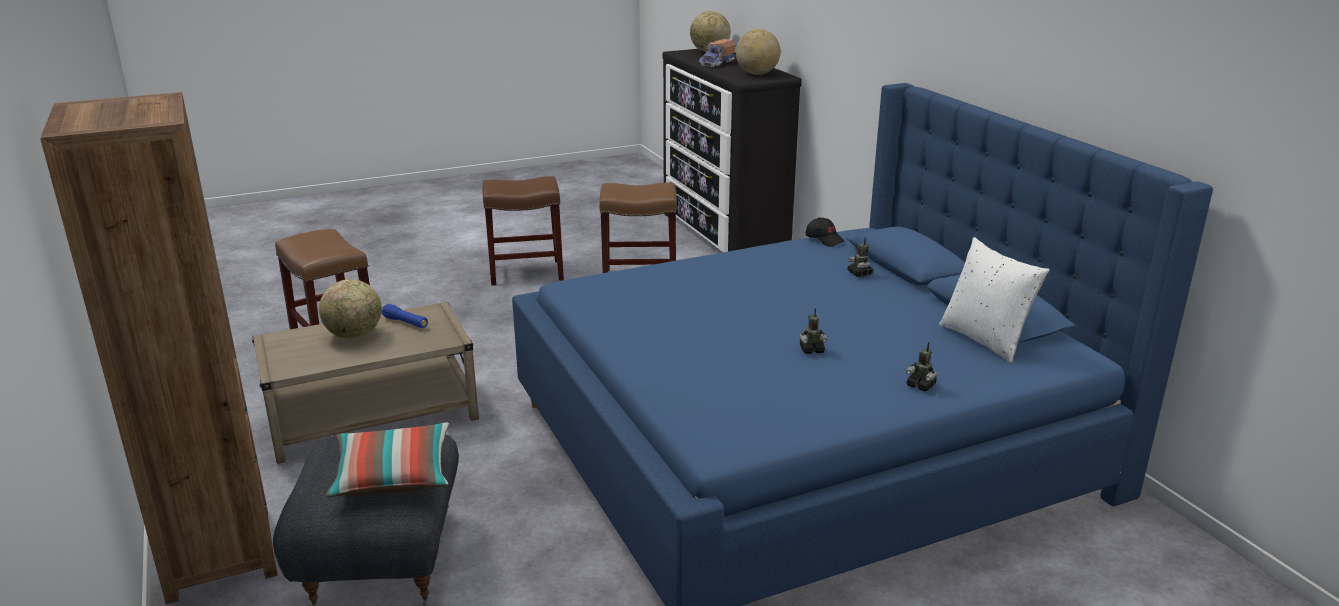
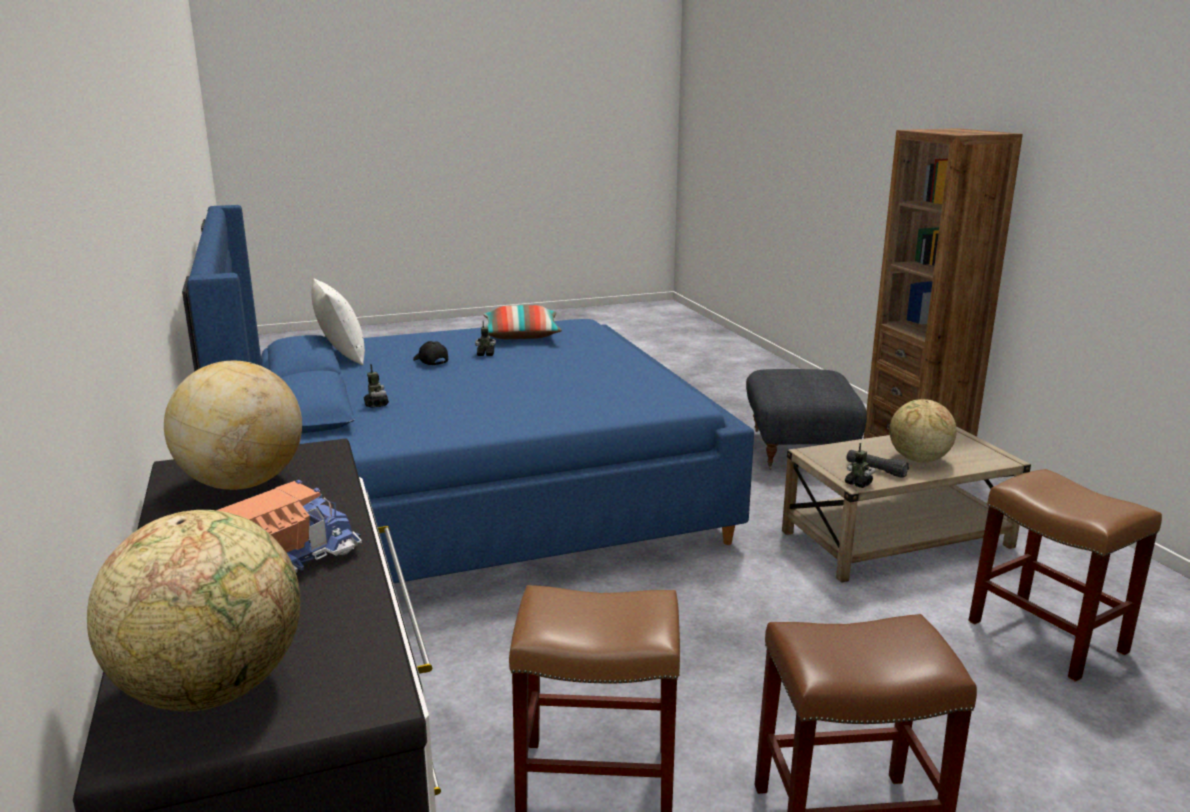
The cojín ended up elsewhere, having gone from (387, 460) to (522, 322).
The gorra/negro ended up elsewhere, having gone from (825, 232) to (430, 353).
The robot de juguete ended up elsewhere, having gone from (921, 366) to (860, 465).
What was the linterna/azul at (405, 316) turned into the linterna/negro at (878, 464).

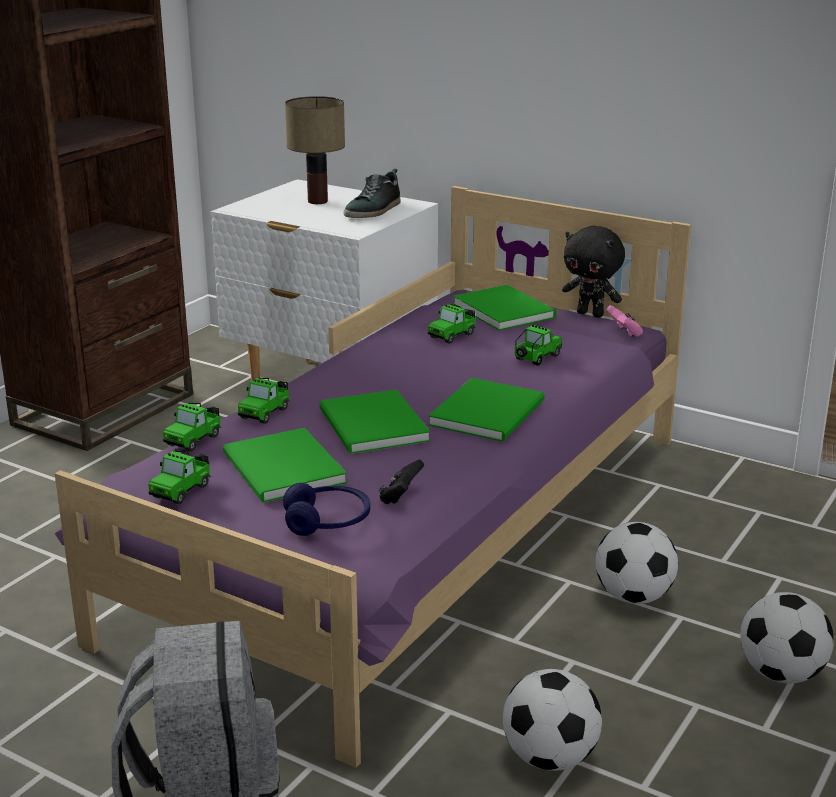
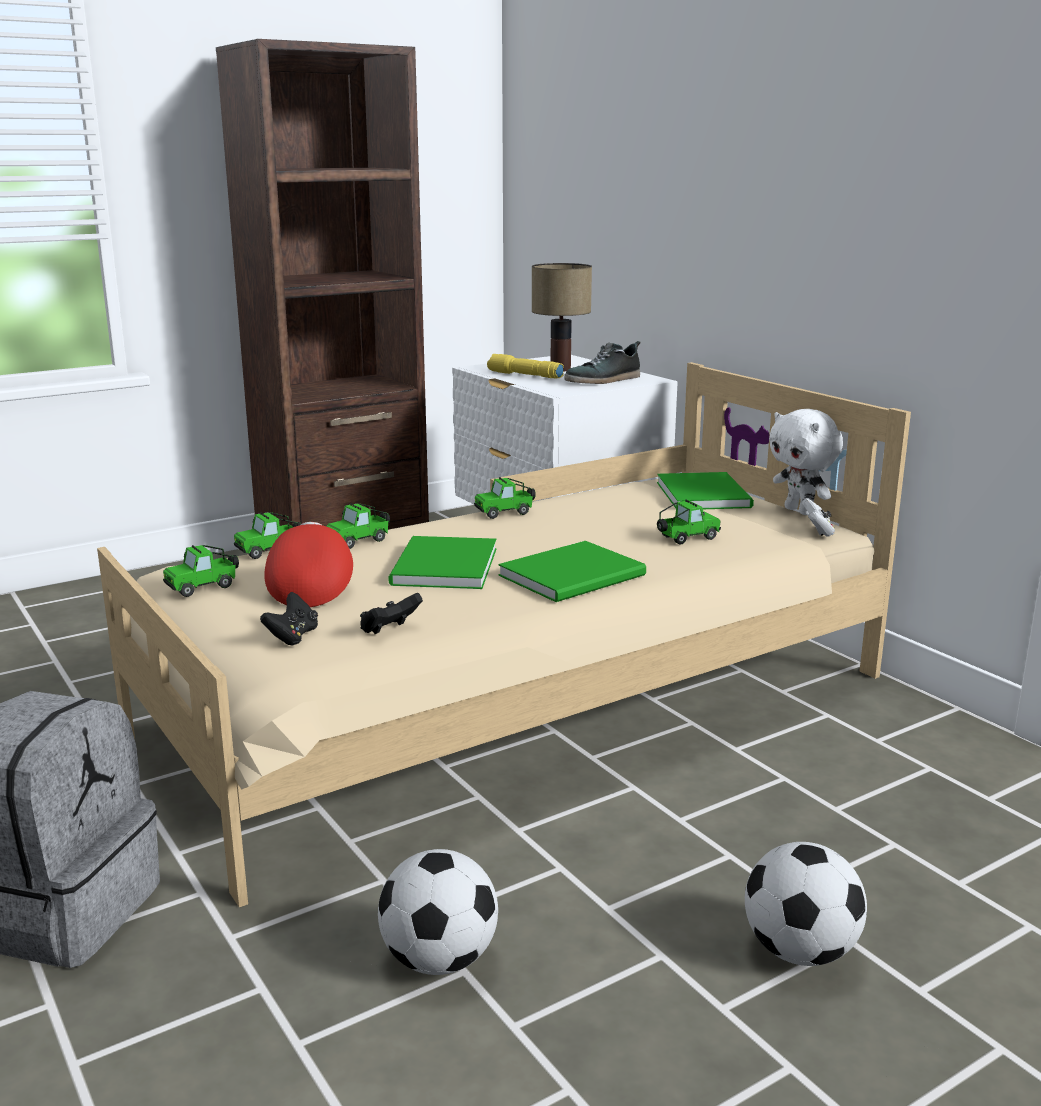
The second view lost the balón de fútbol at (636, 563).
The second view gained the linterna/amarillo at (525, 366).
The coche de juguete ended up elsewhere, having gone from (452, 324) to (505, 498).
Where the libro/verde stood at (285, 465), the gorra/rojo came to stand at (308, 564).
Where the auriculares/azul stood at (326, 509), the mando de consola/negro came to stand at (289, 619).
What was the cama/morado at (372, 477) turned into the cama/beis at (504, 634).
What was the peluche/negro at (593, 272) turned into the peluche/blanco at (806, 462).
What was the mando de consola/rosa at (625, 321) turned into the mando de consola/blanco at (818, 517).

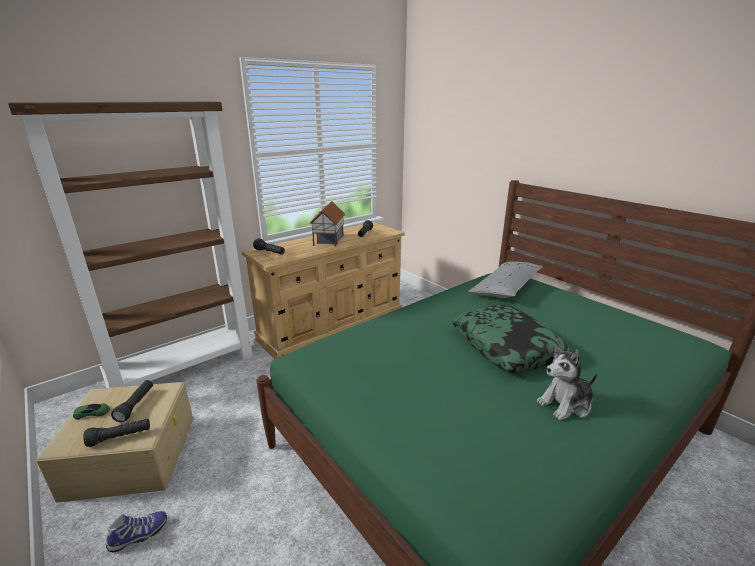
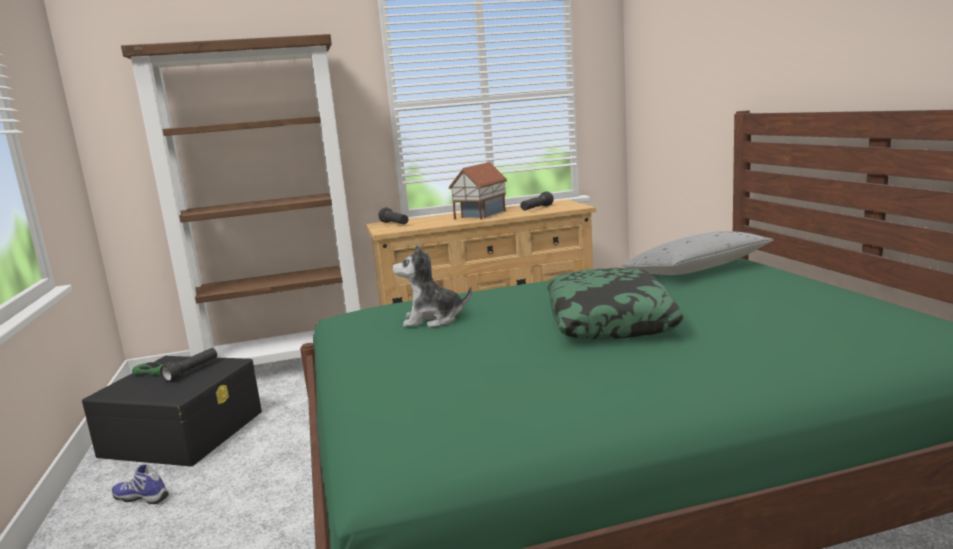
The second view lost the linterna/negro at (116, 433).
The peluche ended up elsewhere, having gone from (567, 382) to (432, 286).
What was the caja de almacenaje/beis at (114, 442) turned into the caja de almacenaje/negro at (172, 411).
The zapato at (136, 531) ended up facing another way, 150 degrees counterclockwise from before.

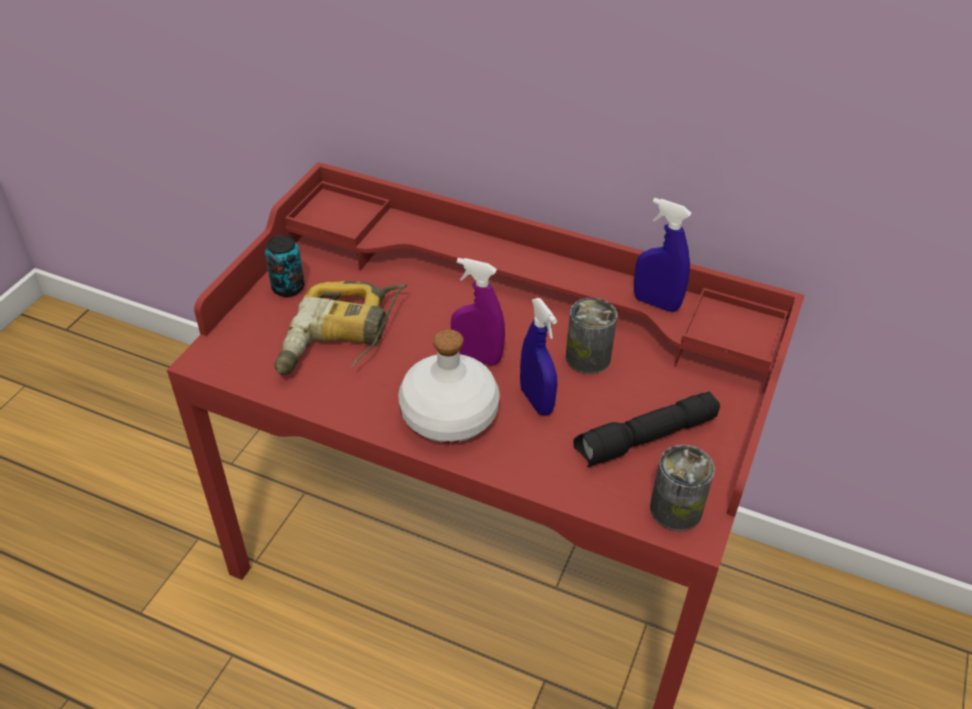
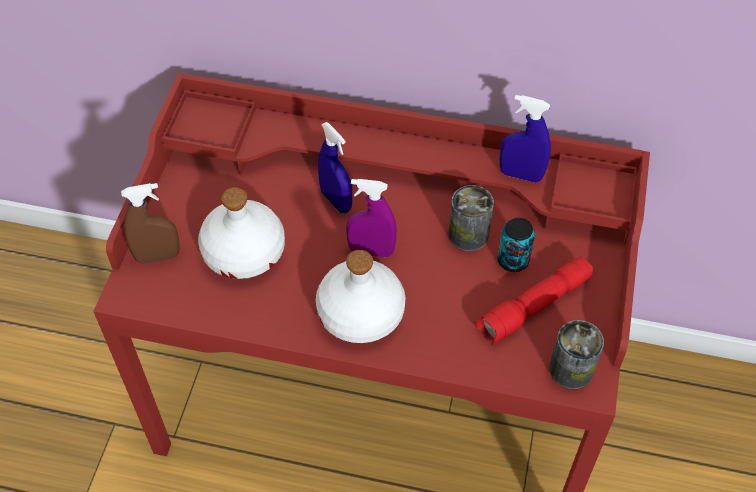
The second view gained the pulverizador/marrón at (150, 223).
The lata ended up elsewhere, having gone from (285, 266) to (516, 245).
The pulverizador/azul ended up elsewhere, having gone from (539, 357) to (335, 167).
Where the taladro stood at (340, 328), the botella/blanco came to stand at (241, 233).
What was the linterna/negro at (646, 429) turned into the linterna/rojo at (534, 300).

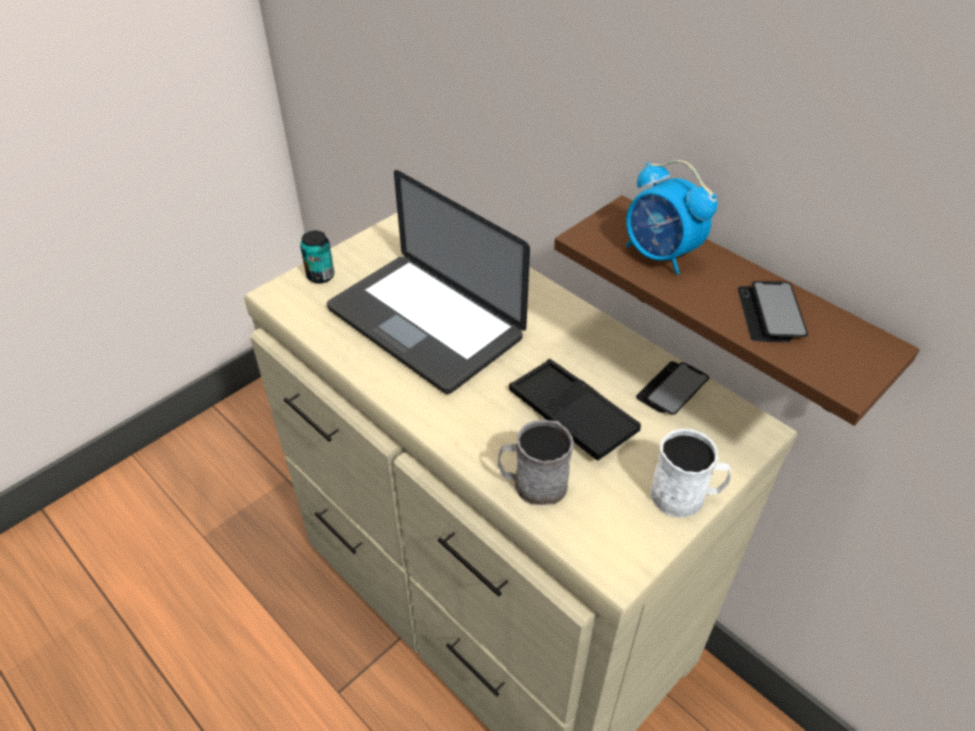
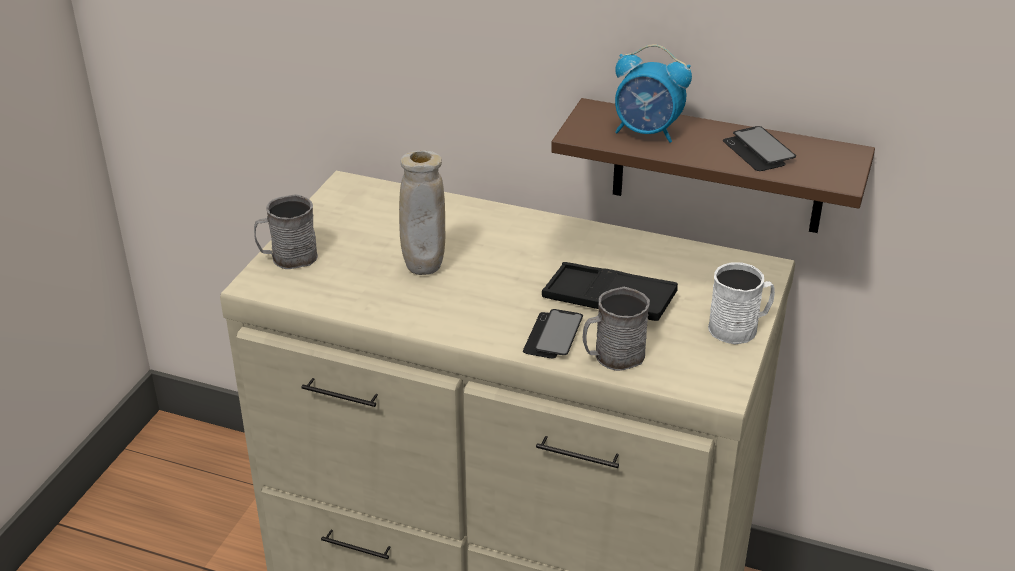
The móvil ended up elsewhere, having gone from (672, 387) to (553, 333).
Where the lata stood at (317, 257), the taza grande/gris came to stand at (286, 231).
Where the portátil stood at (428, 282), the florero/beis came to stand at (422, 213).

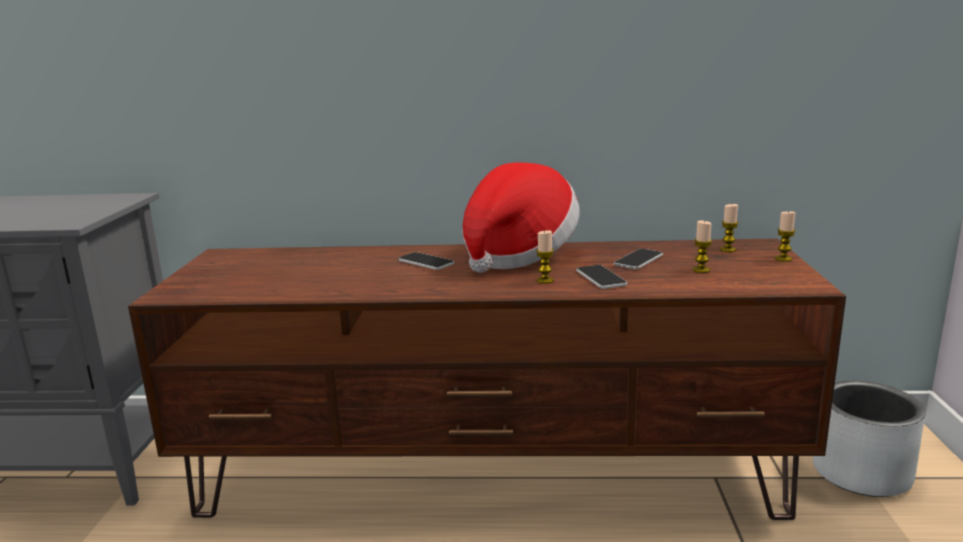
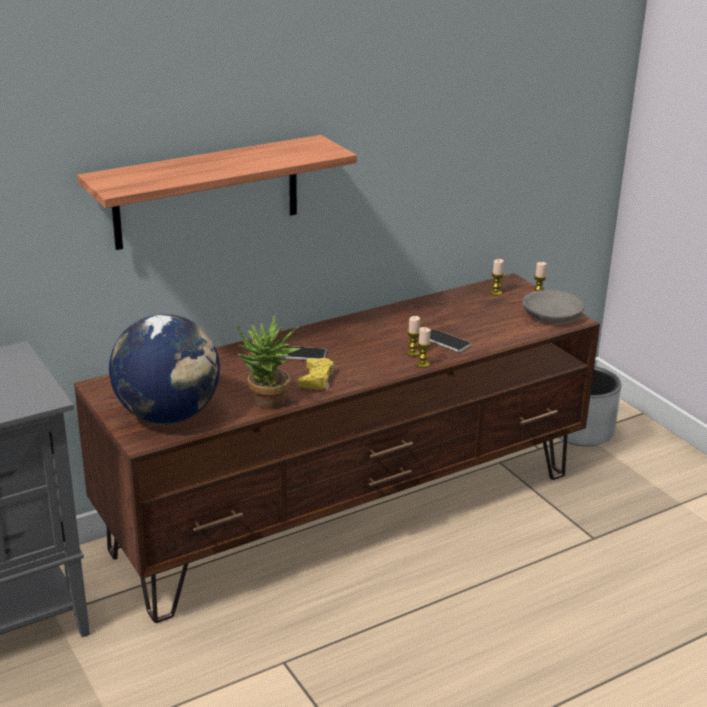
The second view lost the sombrero at (520, 217).
The second view lost the móvil at (638, 259).
The second view gained the estante at (217, 192).
The second view gained the globo terráqueo at (164, 369).
The second view gained the planta en maceta at (269, 362).
The second view gained the mando de consola/amarillo at (316, 374).
The second view gained the cuenco/gris at (553, 306).
The vela ended up elsewhere, having gone from (702, 246) to (423, 347).

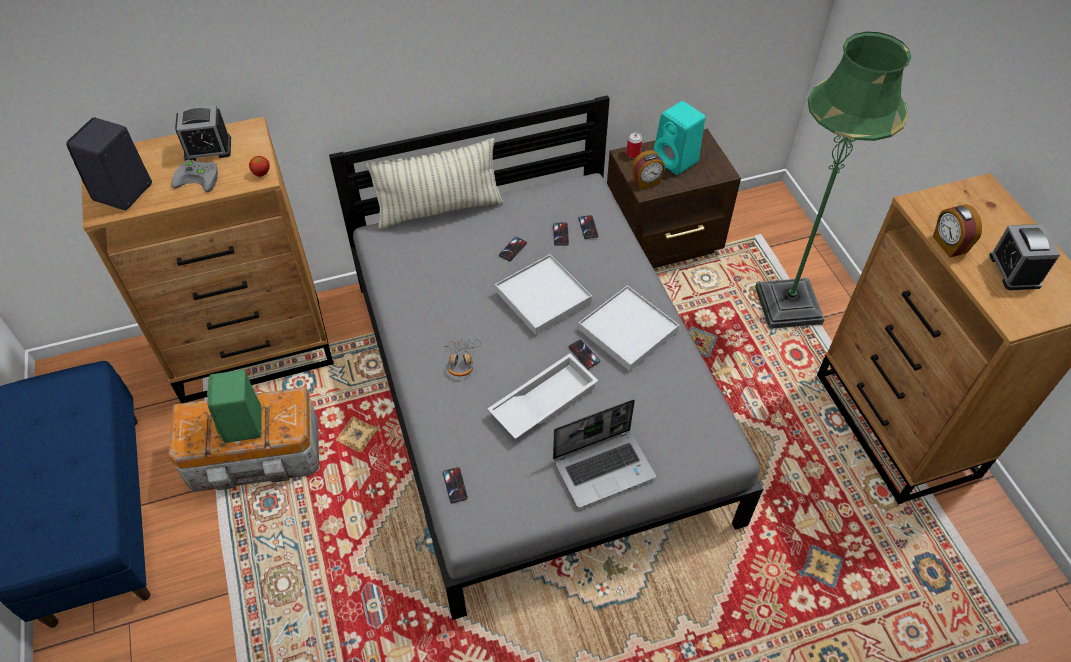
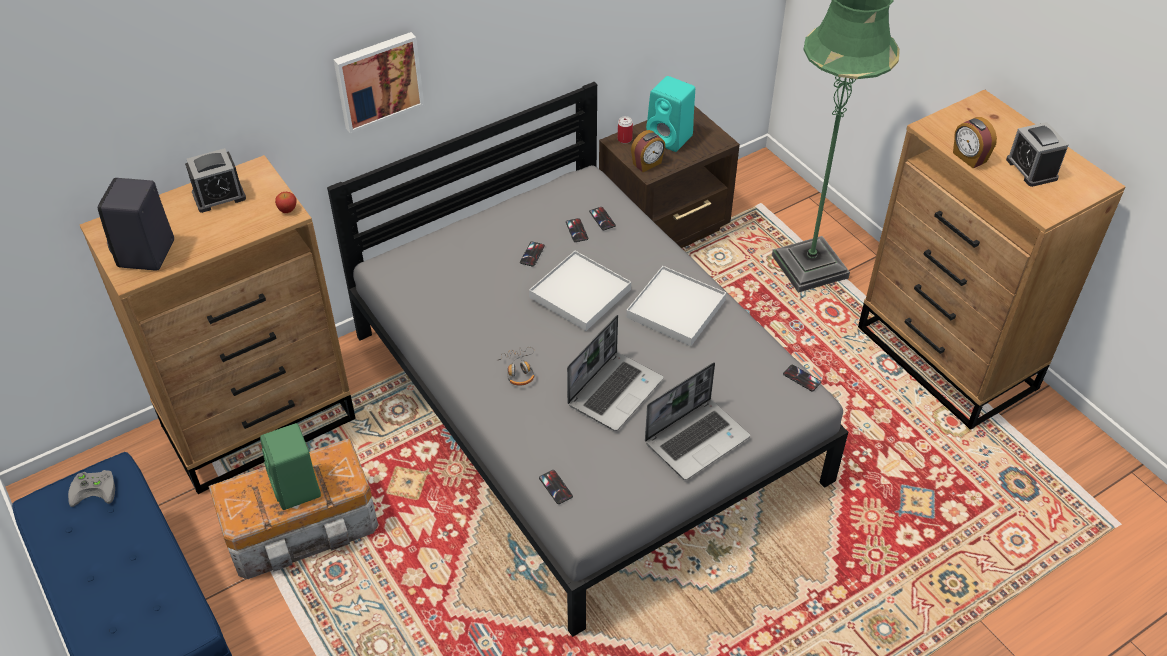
The second view lost the cojín at (434, 183).
The second view gained the cuadro at (378, 83).
The mando de consola/gris ended up elsewhere, having gone from (194, 176) to (91, 488).
The móvil ended up elsewhere, having gone from (584, 354) to (802, 378).
Where the bandeja/blanco stood at (543, 396), the portátil came to stand at (615, 373).

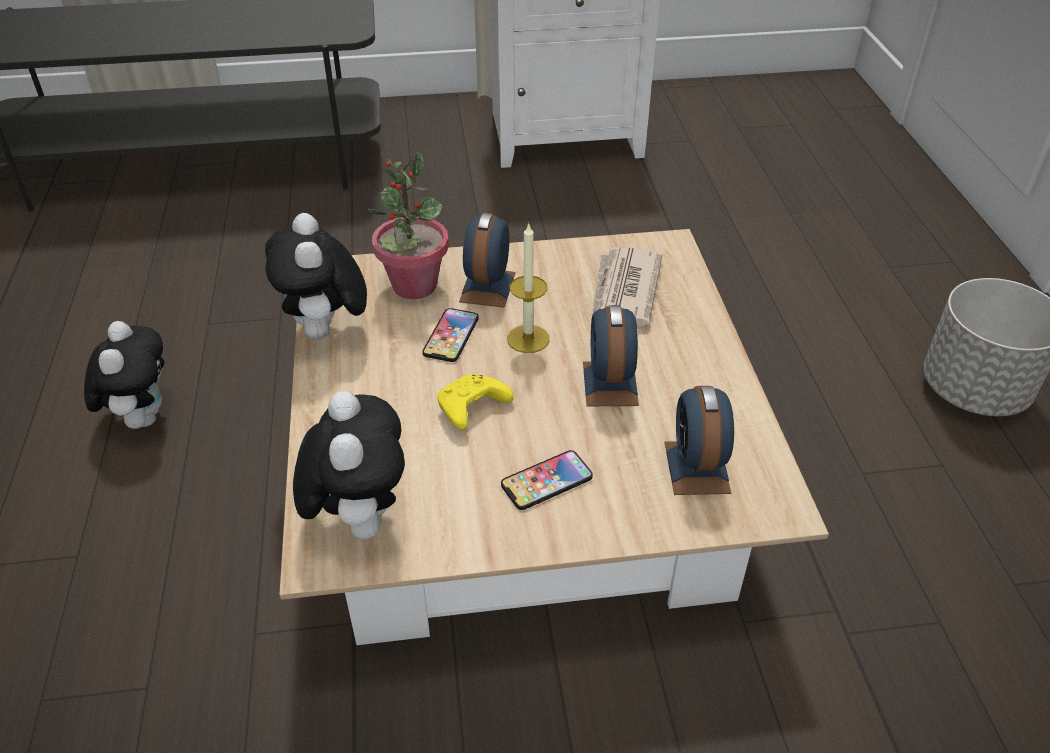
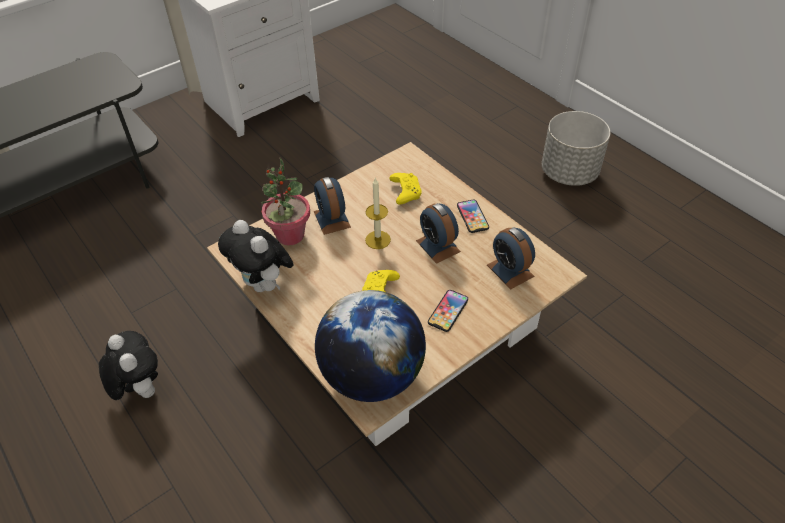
The móvil ended up elsewhere, having gone from (450, 335) to (473, 216).
Where the peluche stood at (349, 465), the globo terráqueo came to stand at (370, 346).
Where the periódico stood at (626, 287), the mando de consola/amarillo came to stand at (405, 189).

